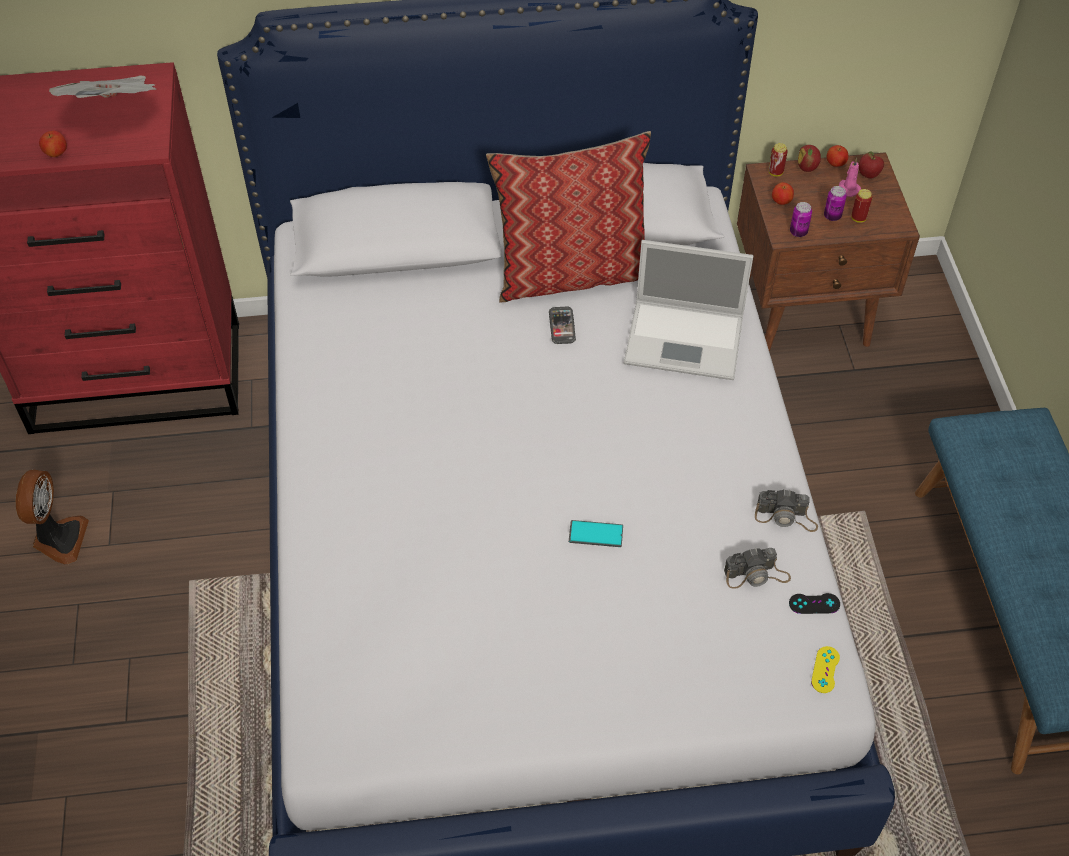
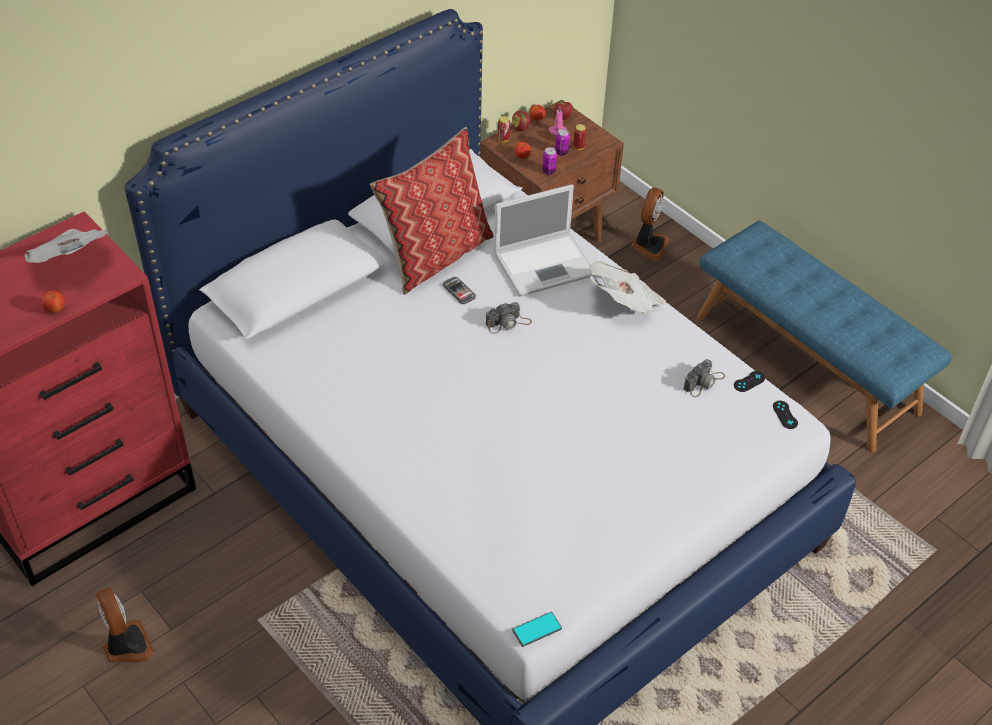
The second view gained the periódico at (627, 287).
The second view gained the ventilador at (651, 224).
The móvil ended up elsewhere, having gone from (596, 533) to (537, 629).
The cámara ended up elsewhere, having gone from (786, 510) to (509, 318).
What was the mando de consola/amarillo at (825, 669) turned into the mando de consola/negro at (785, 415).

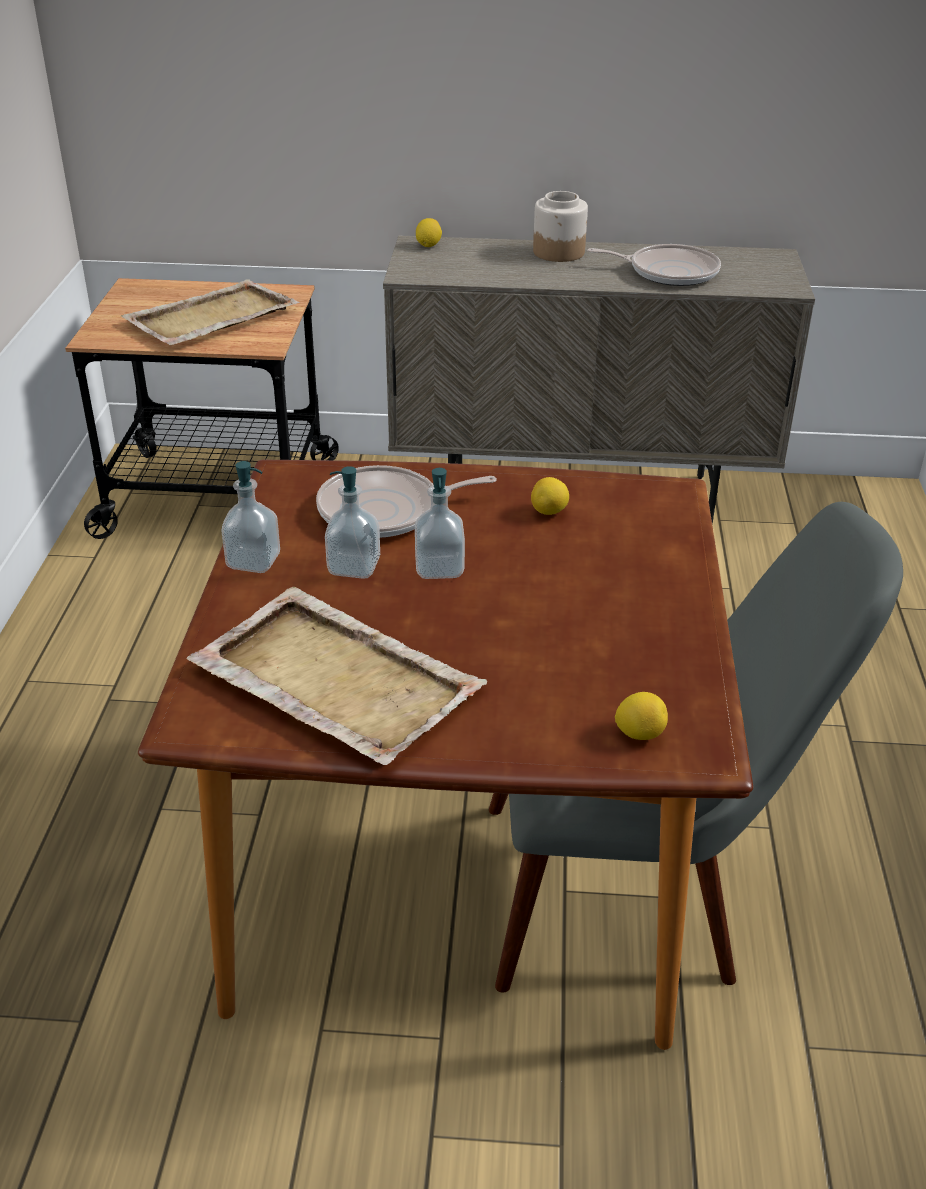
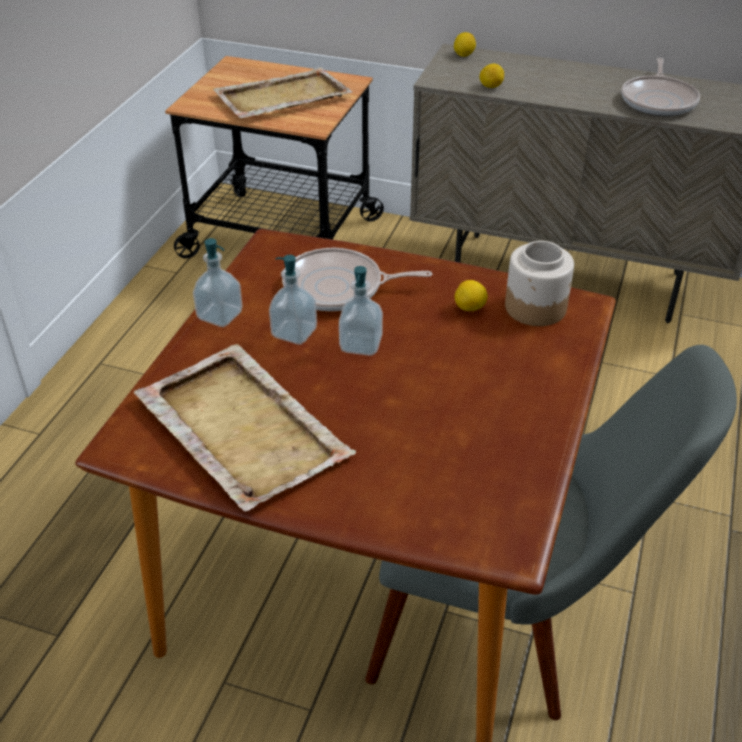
The tarro ended up elsewhere, having gone from (560, 226) to (539, 283).
The limón ended up elsewhere, having gone from (641, 716) to (491, 76).
The sartén at (654, 265) ended up facing another way, 75 degrees clockwise from before.

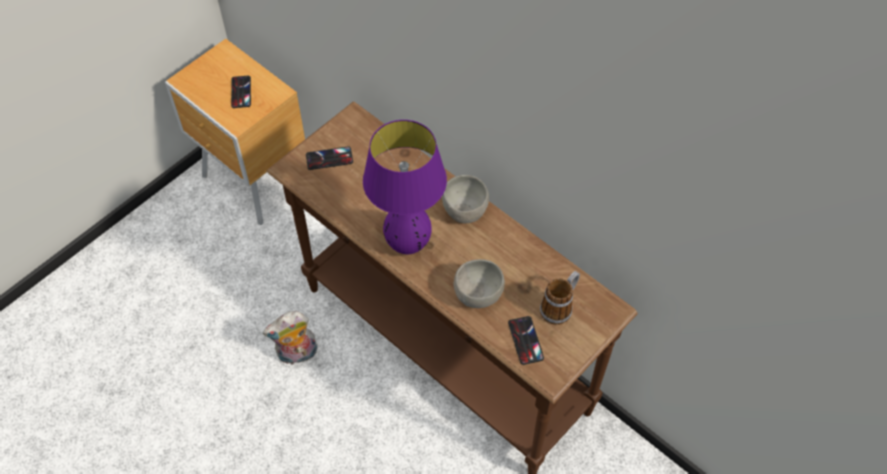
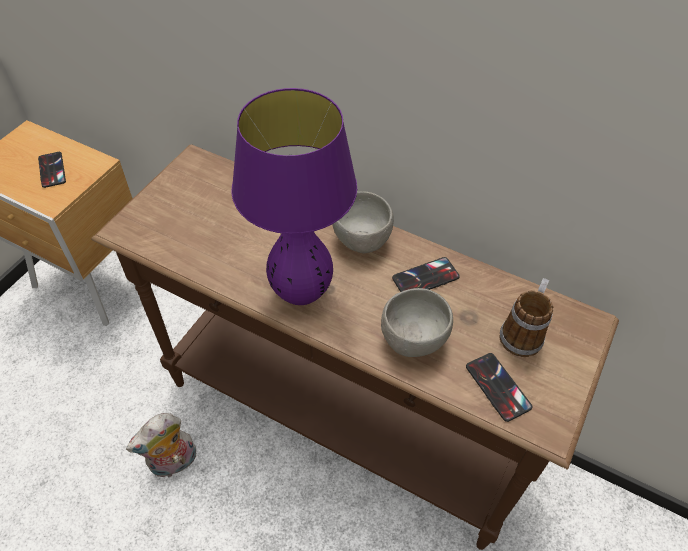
The móvil ended up elsewhere, having gone from (329, 158) to (426, 274).

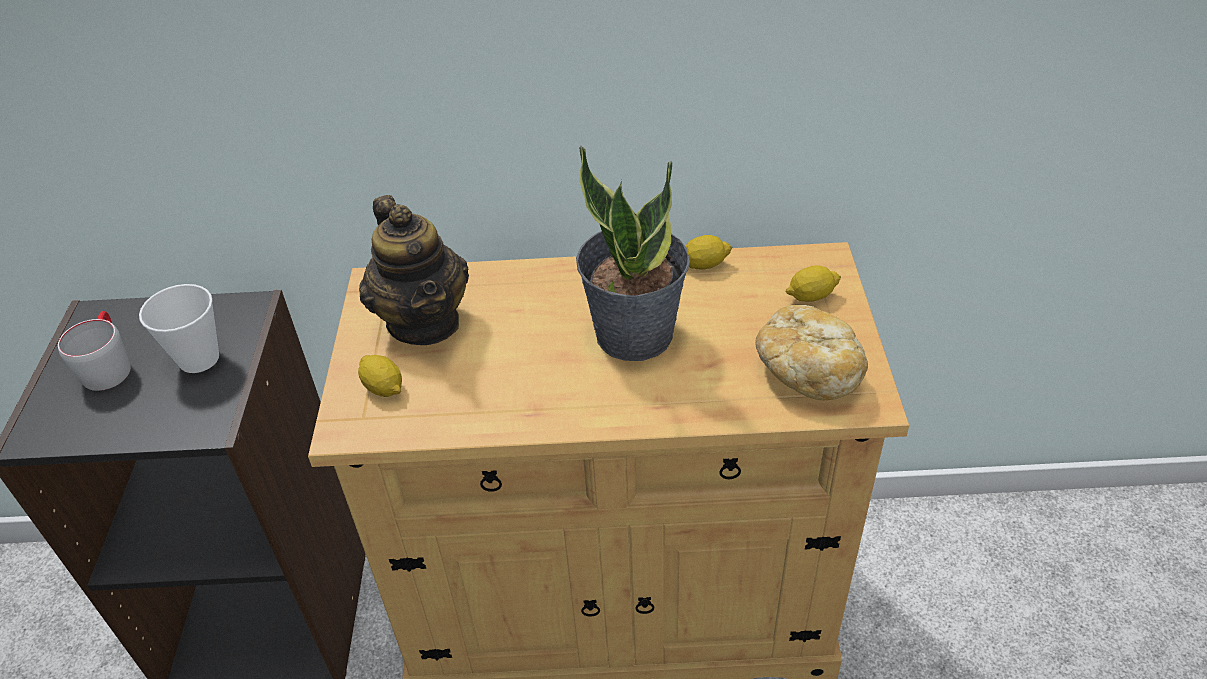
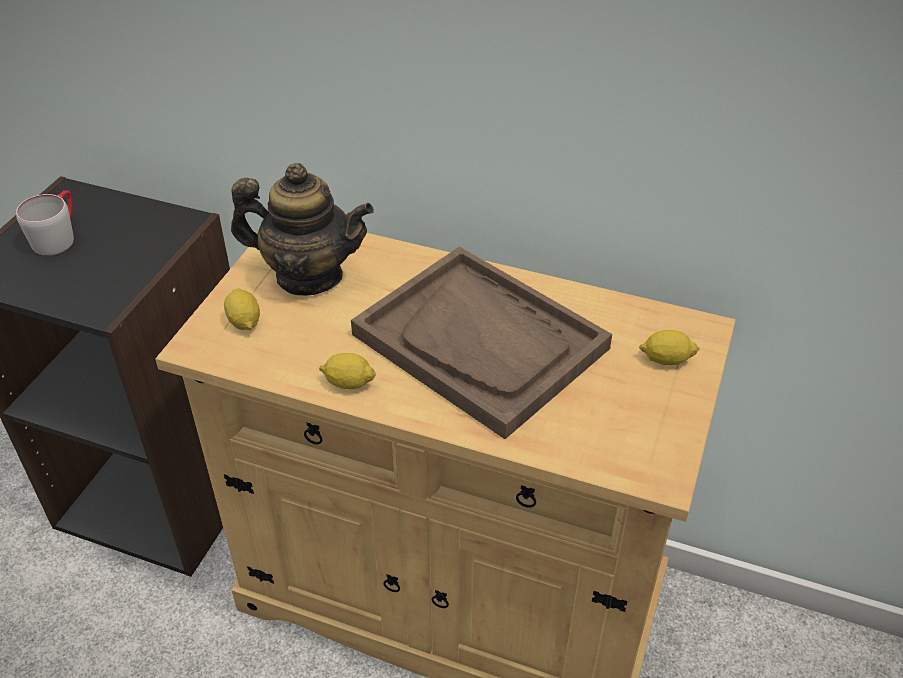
The second view lost the taza at (179, 328).
The second view lost the pan at (811, 352).
The limón ended up elsewhere, having gone from (708, 252) to (347, 371).
Where the planta en maceta stood at (633, 253), the bandeja/marrón came to stand at (481, 342).
The tetera at (414, 270) ended up facing another way, 75 degrees counterclockwise from before.

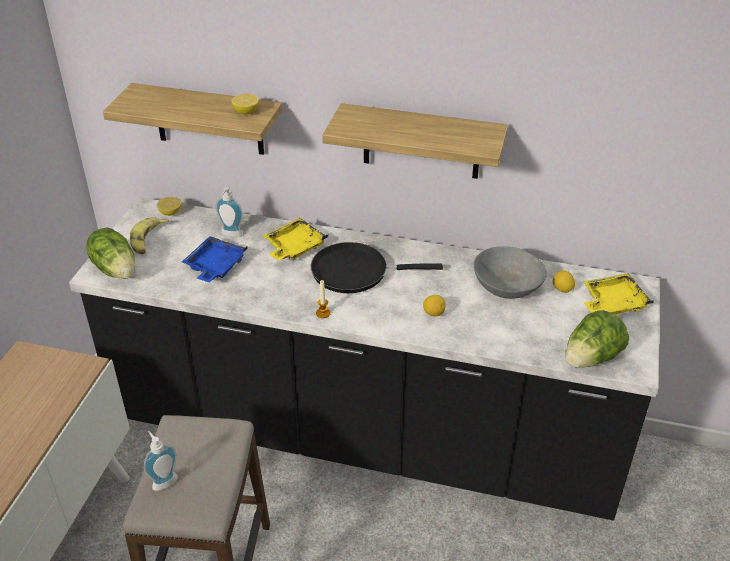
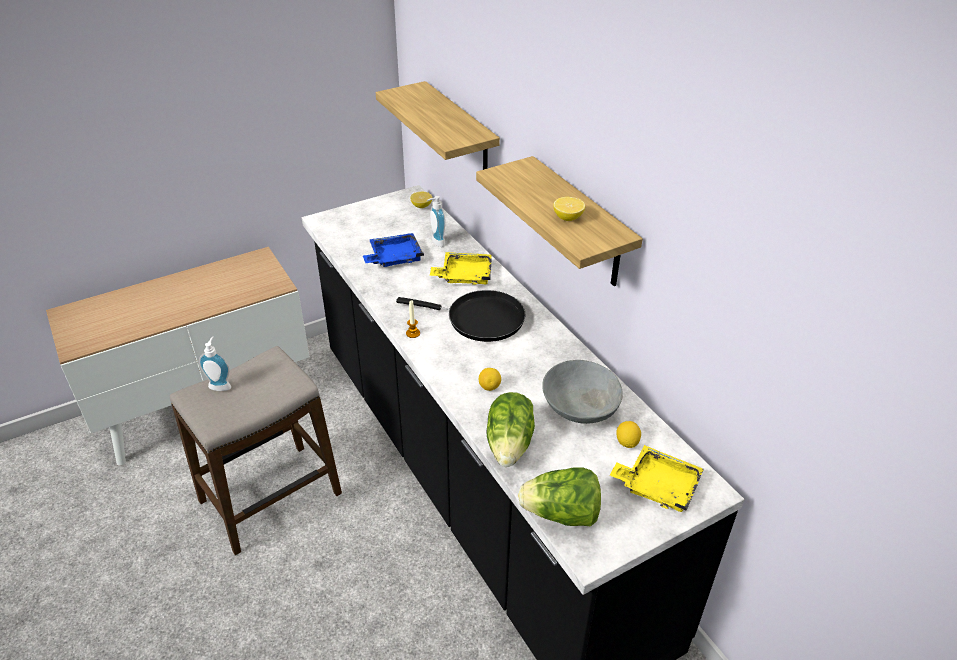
The second view lost the plátano at (150, 236).
The lechuga ended up elsewhere, having gone from (110, 253) to (511, 429).
The limón ended up elsewhere, having gone from (245, 104) to (569, 209).
The sartén/negro at (377, 267) ended up facing another way, 150 degrees clockwise from before.

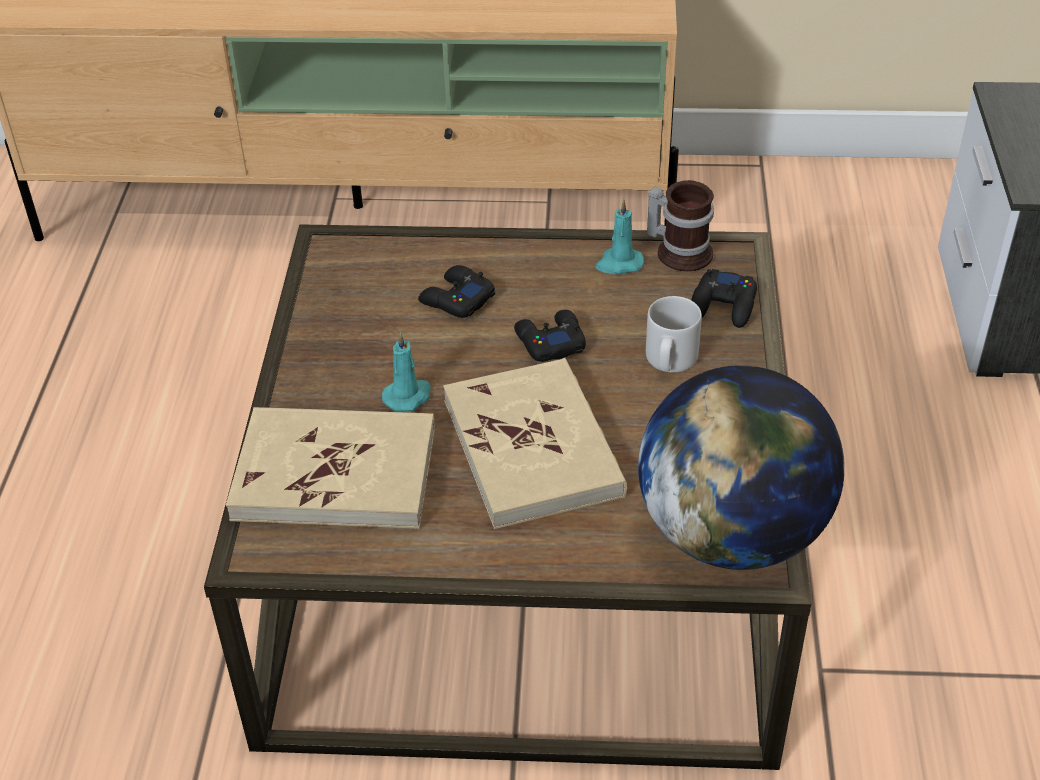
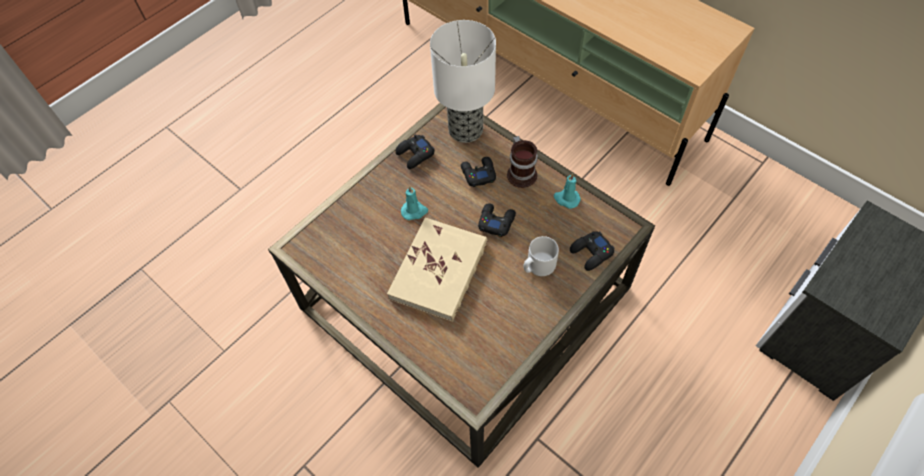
The second view lost the libro/beis at (330, 468).
The second view lost the globo terráqueo at (741, 467).
The second view gained the mando de consola/negro at (415, 151).
The second view gained the lámpara de mesa at (463, 81).
The taza grande ended up elsewhere, having gone from (680, 225) to (522, 162).

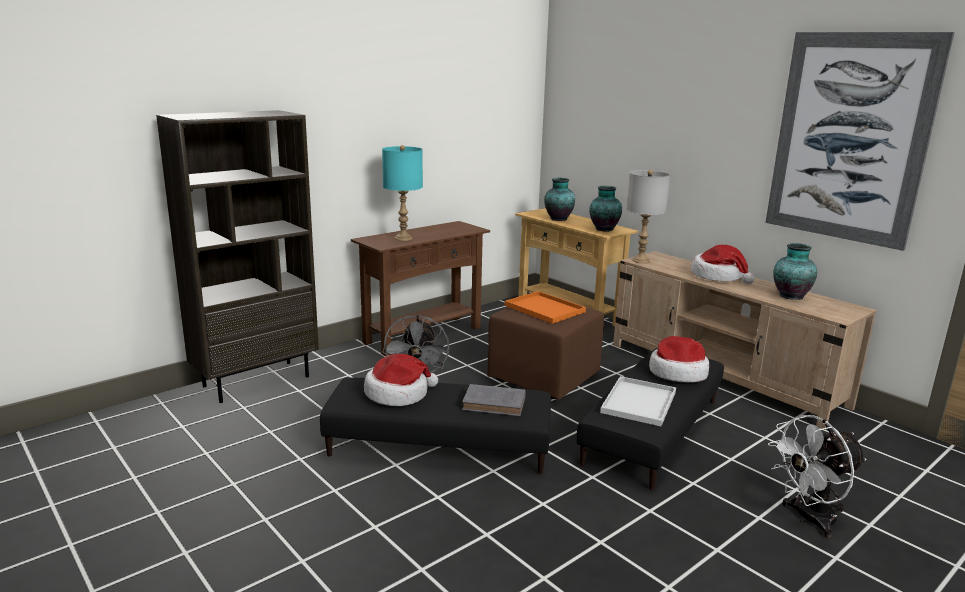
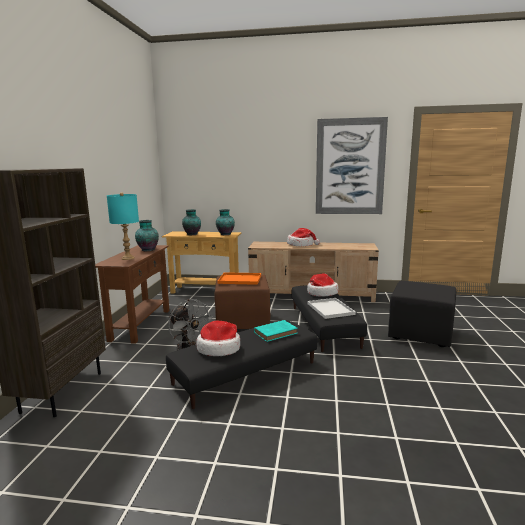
The second view lost the lámpara de mesa/gris at (648, 216).
The florero ended up elsewhere, having gone from (795, 271) to (147, 236).
Where the ventilador/blanco stood at (817, 477), the puf/negro came to stand at (422, 314).
What was the libro/gris at (494, 400) turned into the libro/turquesa at (276, 331).

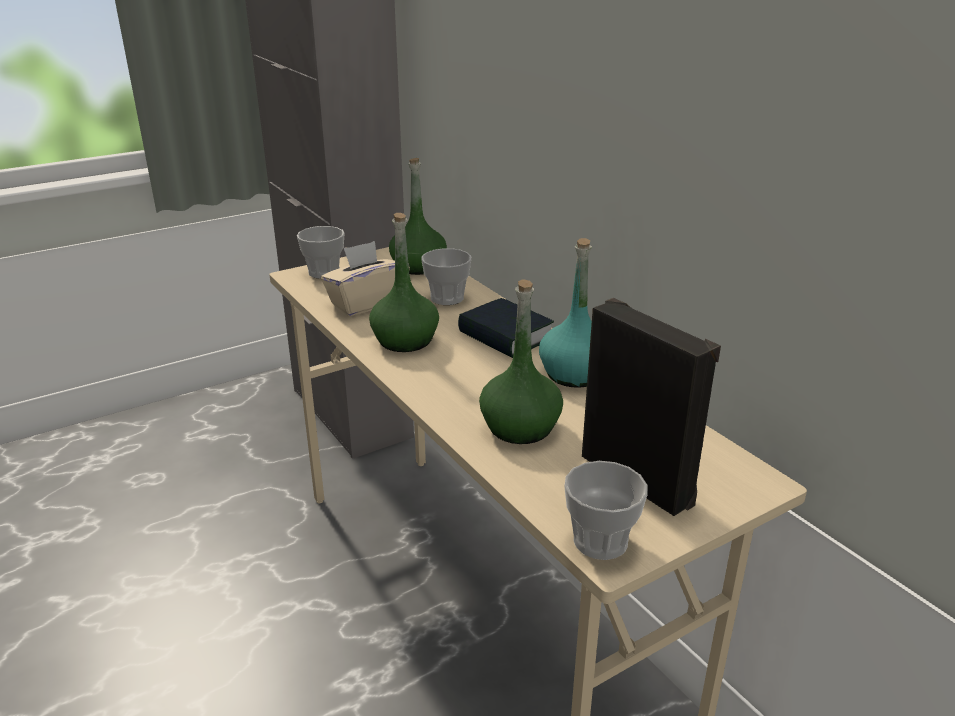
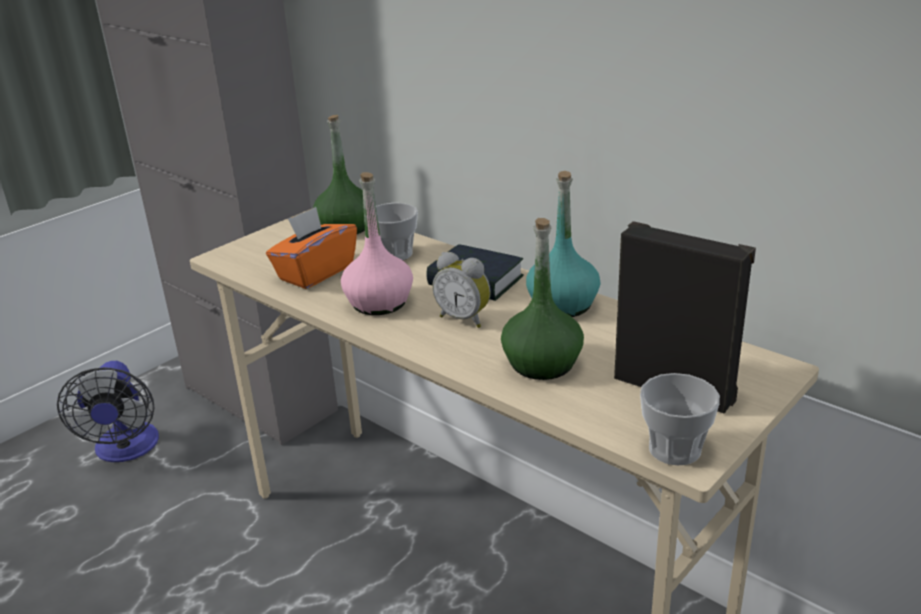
The second view lost the taza at (321, 252).
The second view gained the ventilador at (108, 411).
The second view gained the despertador at (462, 290).
What was the caja de pañuelos/beis at (365, 278) turned into the caja de pañuelos/naranja at (311, 248).
What was the botella/verde at (404, 282) turned into the botella/rosa at (377, 243).

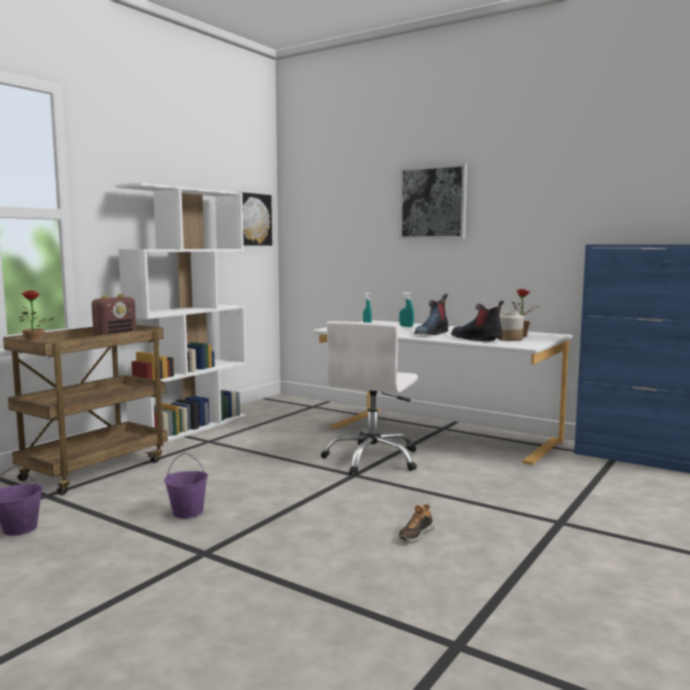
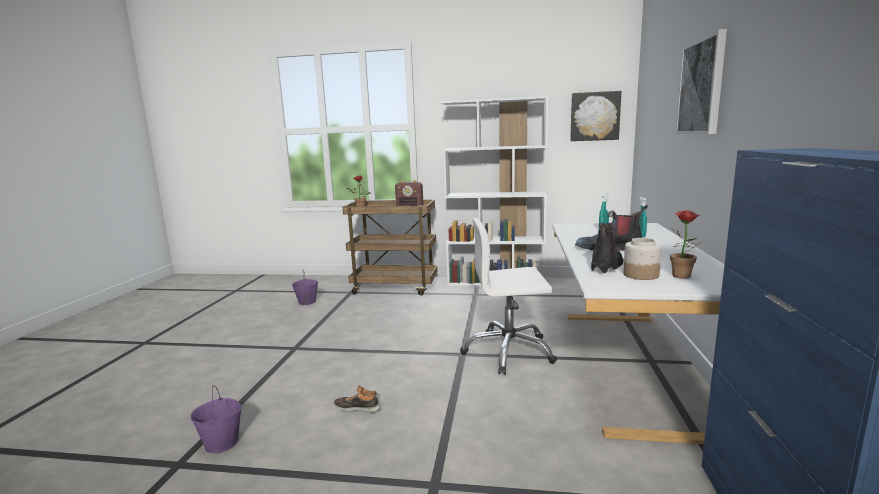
The cubo/morado ended up elsewhere, having gone from (186, 486) to (216, 419).

